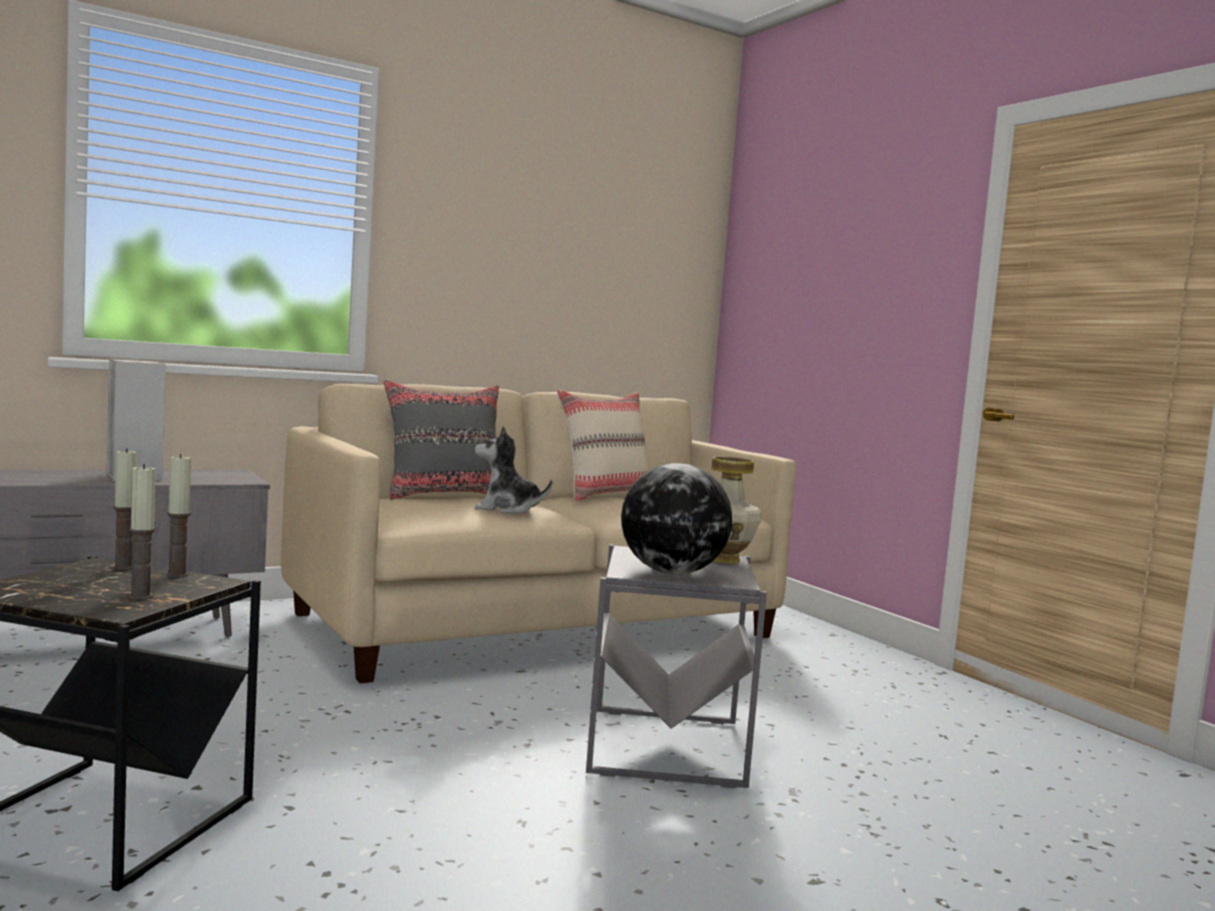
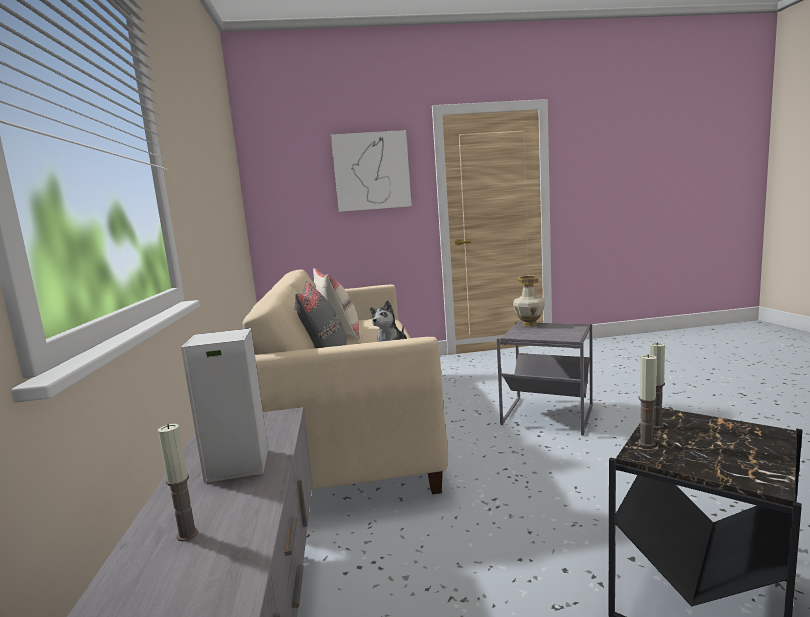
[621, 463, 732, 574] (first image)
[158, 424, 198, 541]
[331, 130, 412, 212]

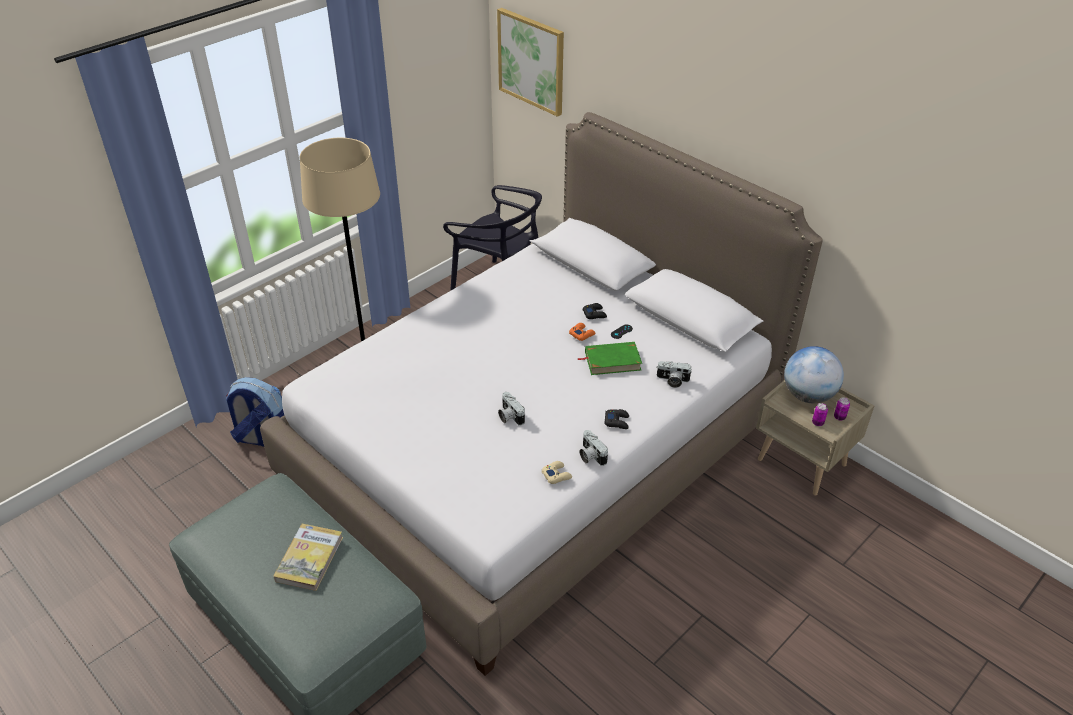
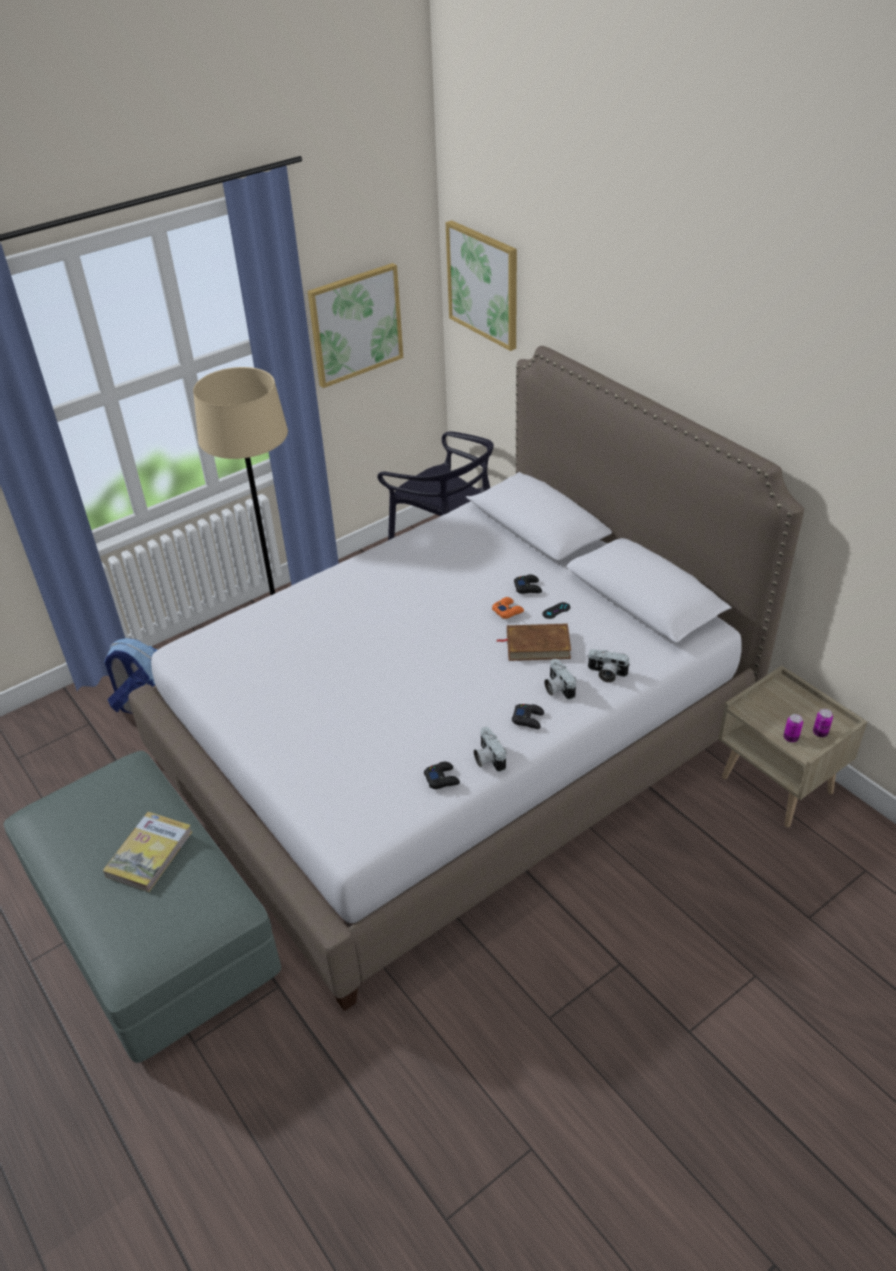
[496, 624, 571, 661]
[784, 346, 844, 404] (first image)
[544, 659, 576, 700]
[424, 762, 460, 789]
[307, 263, 403, 388]

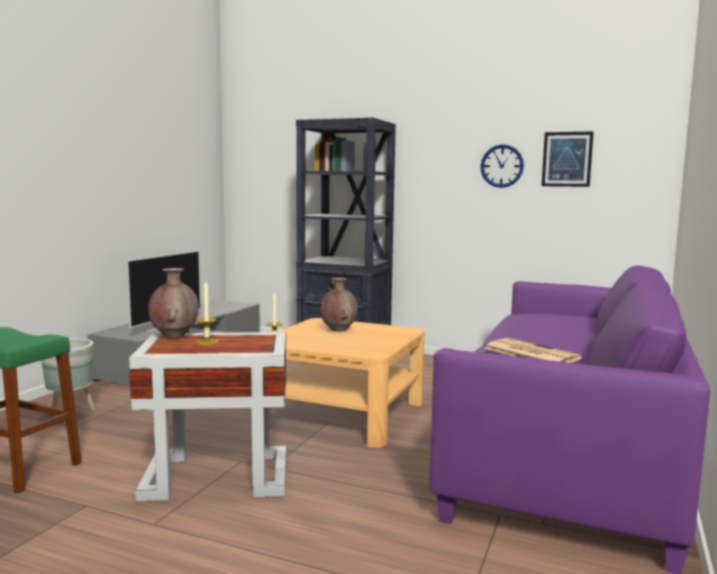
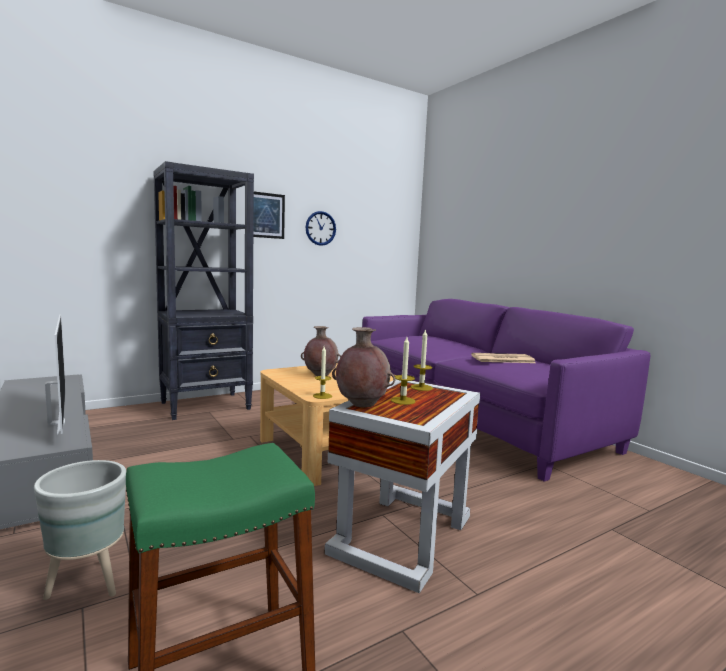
[253, 192, 285, 239]
[411, 329, 433, 391]

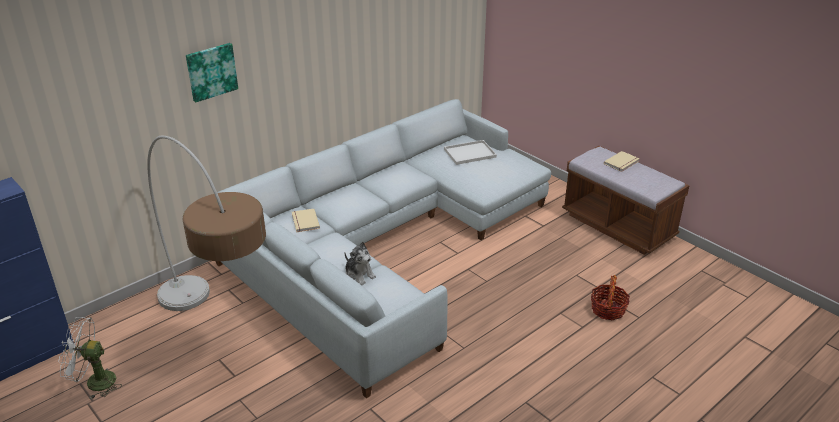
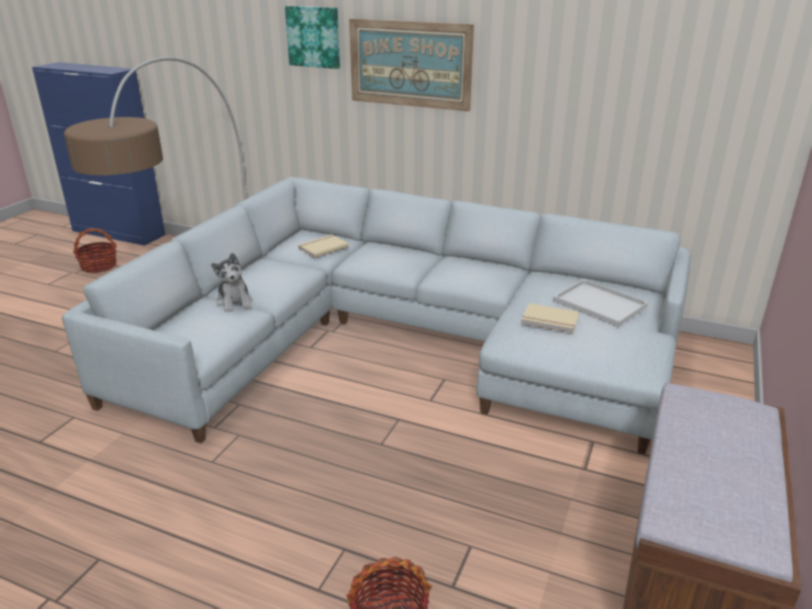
[521, 303, 579, 333]
[211, 253, 252, 313]
[73, 228, 117, 273]
[349, 19, 474, 111]

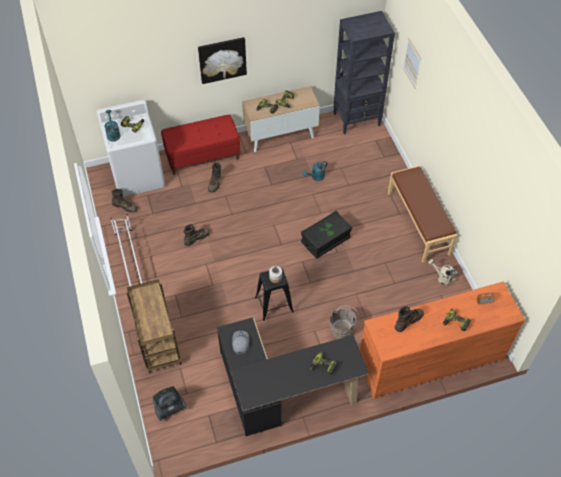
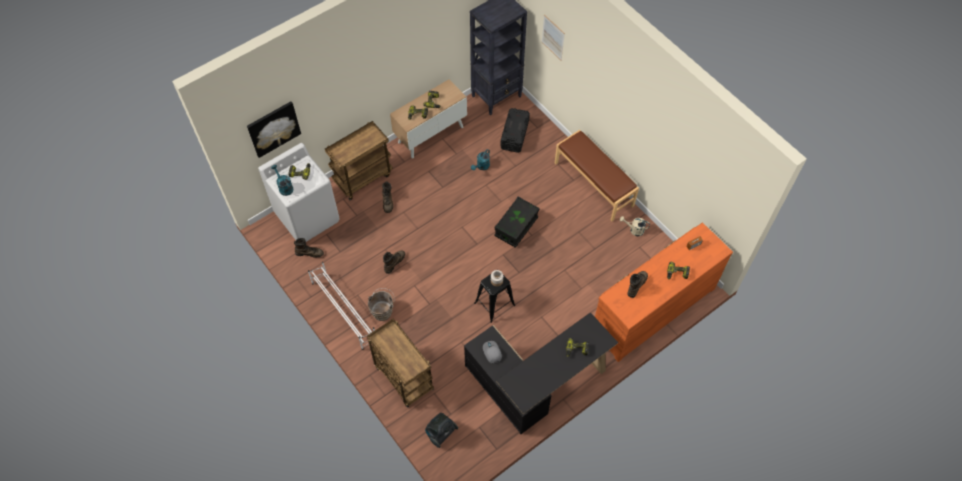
[247, 101, 301, 158]
[325, 121, 393, 200]
[368, 288, 395, 321]
[500, 108, 530, 153]

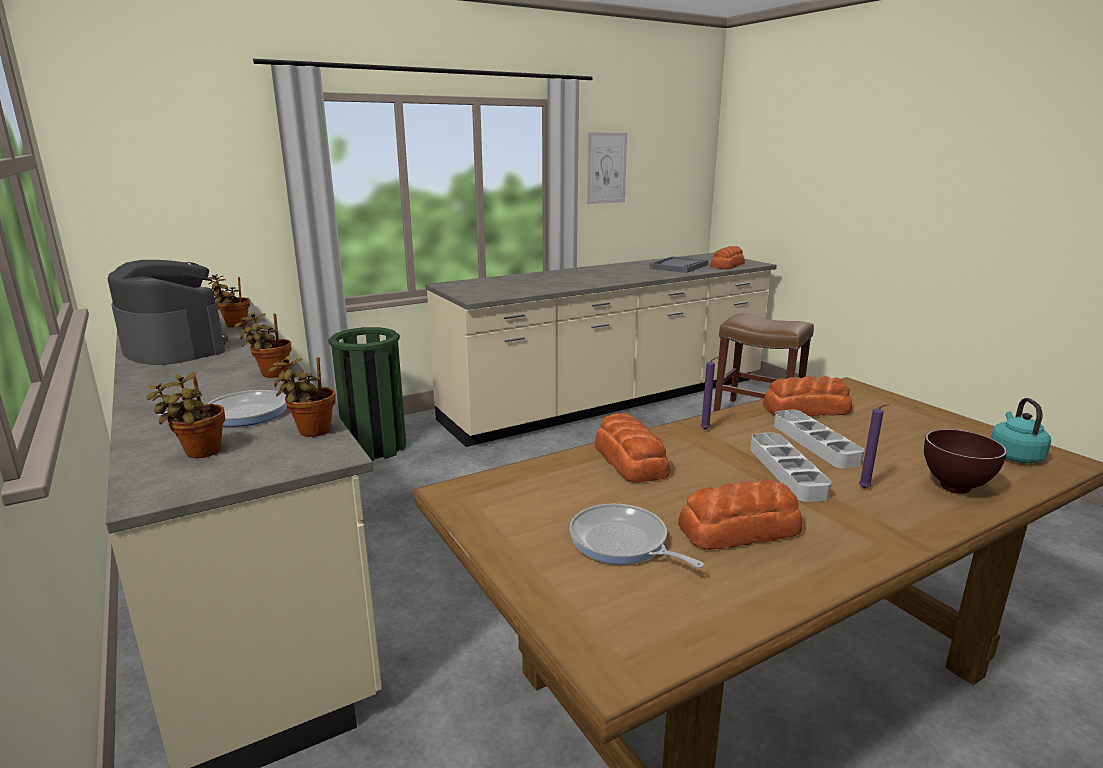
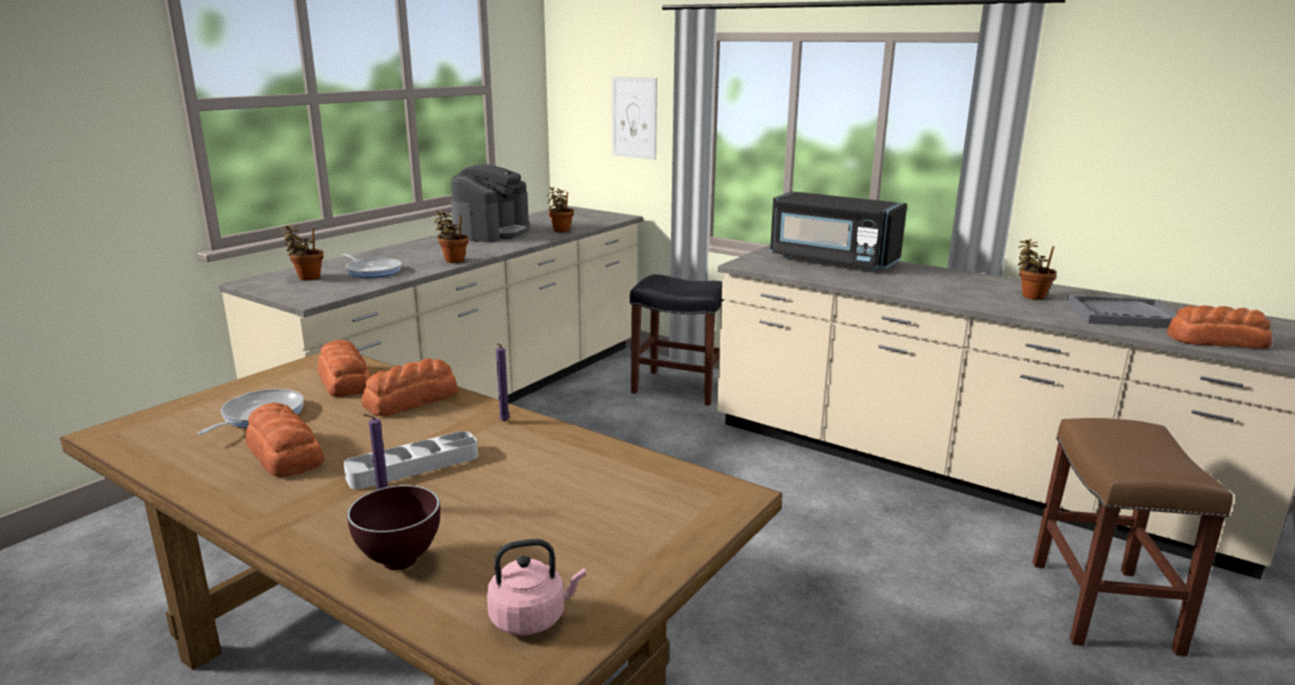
[612, 76, 657, 160]
[630, 274, 724, 405]
[1018, 239, 1057, 300]
[317, 340, 371, 397]
[487, 539, 586, 635]
[774, 410, 864, 469] (first image)
[770, 191, 907, 271]

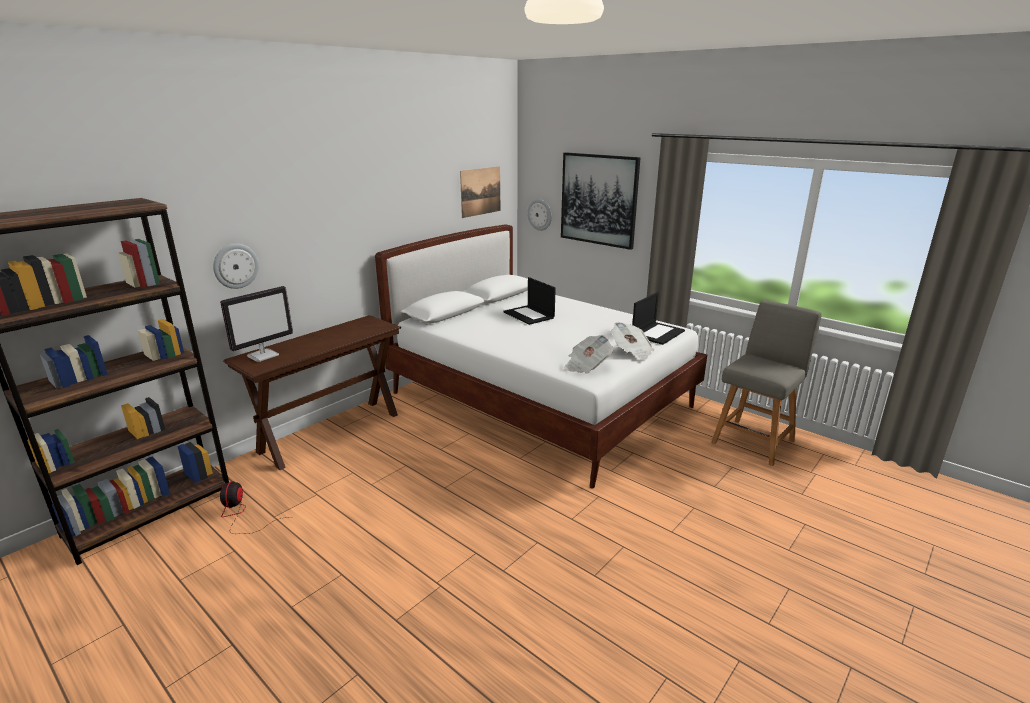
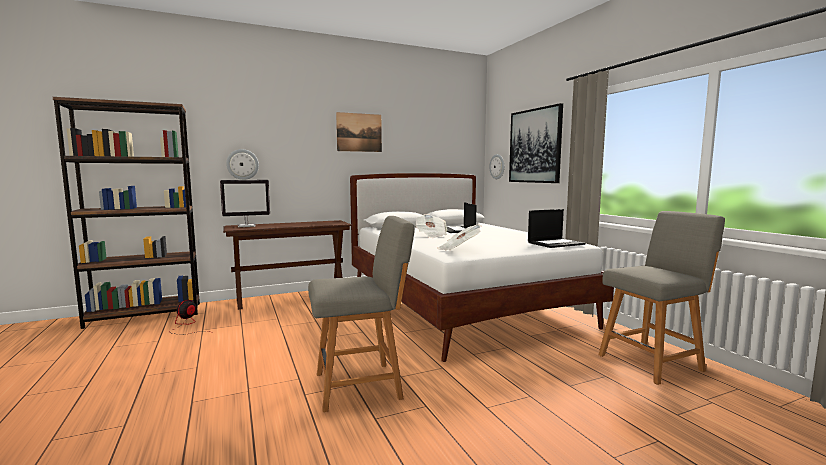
[336, 112, 382, 152]
[415, 214, 447, 238]
[308, 216, 415, 412]

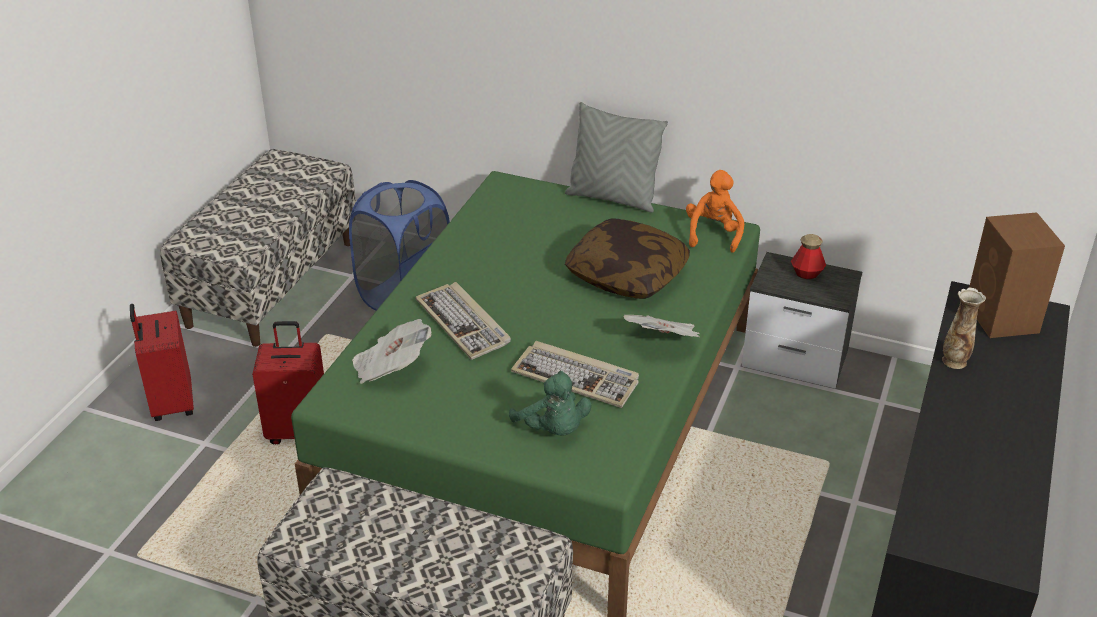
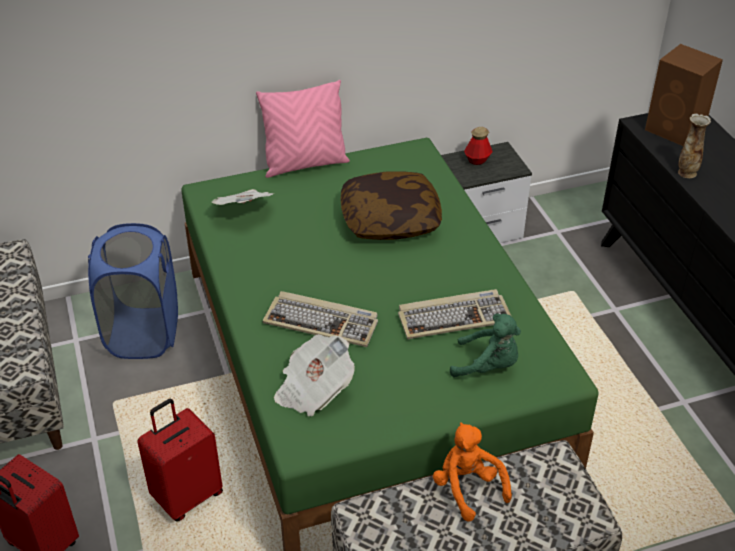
[256, 80, 350, 178]
[433, 422, 512, 522]
[212, 189, 274, 205]

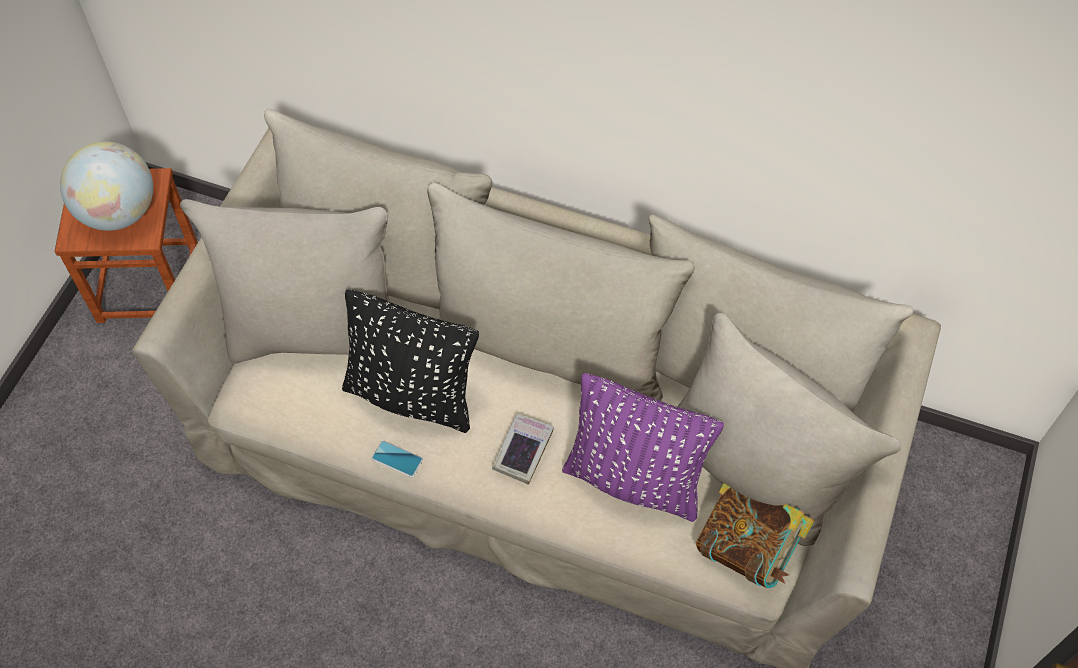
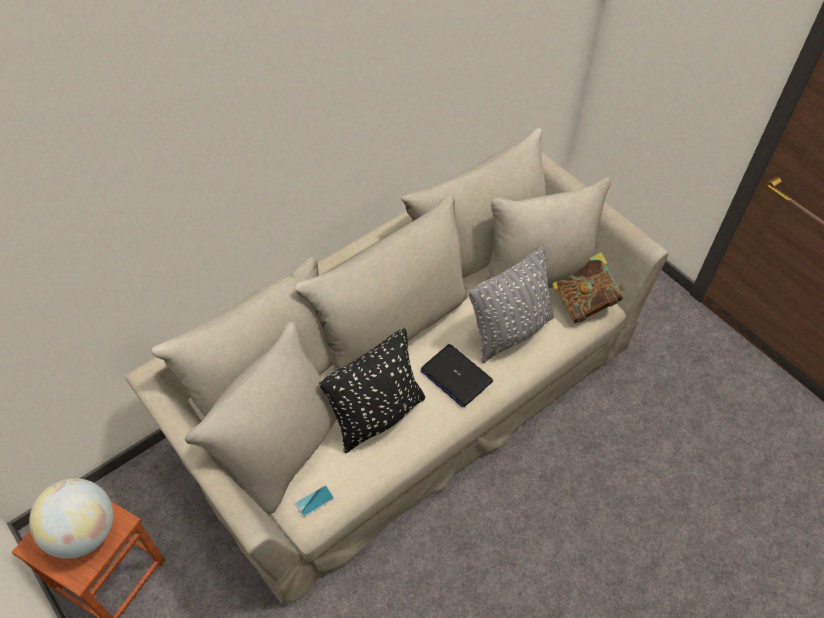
[469, 246, 554, 363]
[421, 344, 493, 407]
[295, 485, 334, 517]

